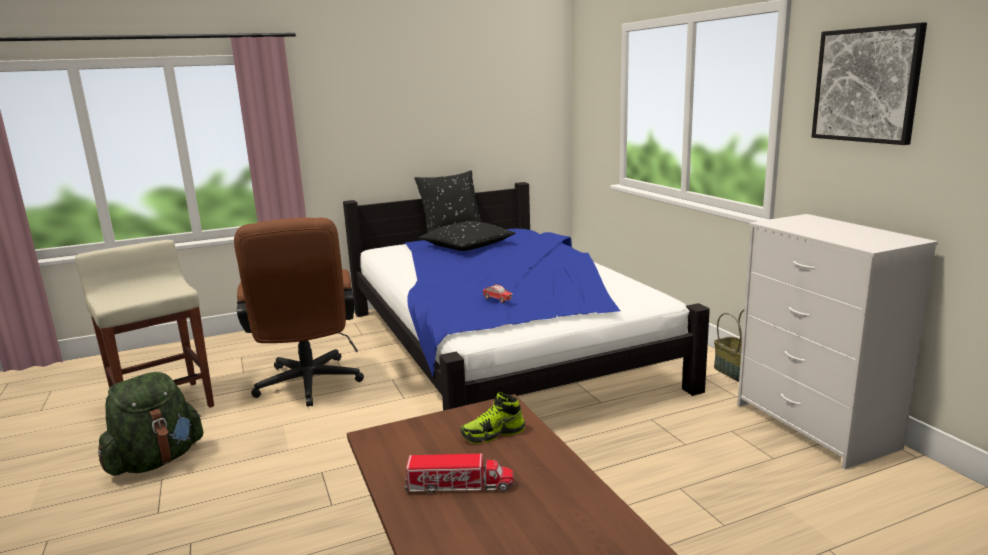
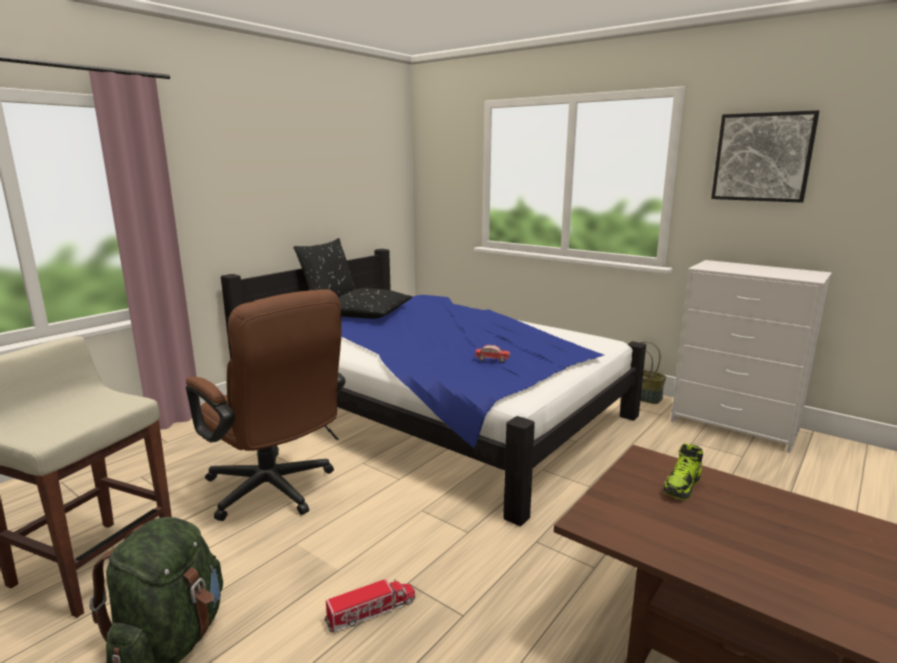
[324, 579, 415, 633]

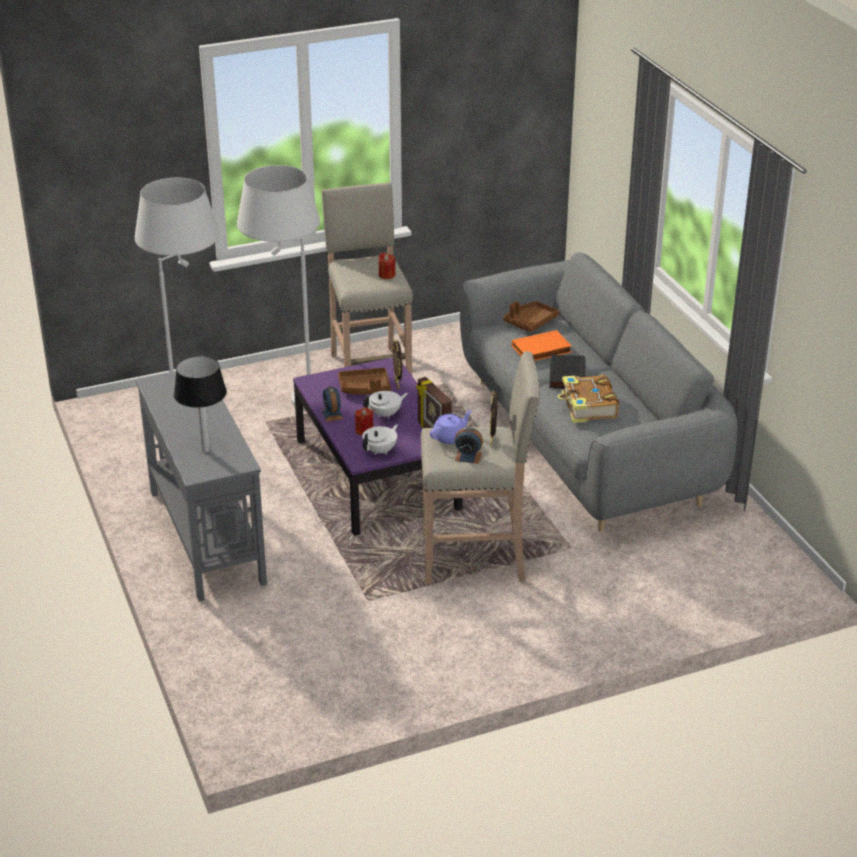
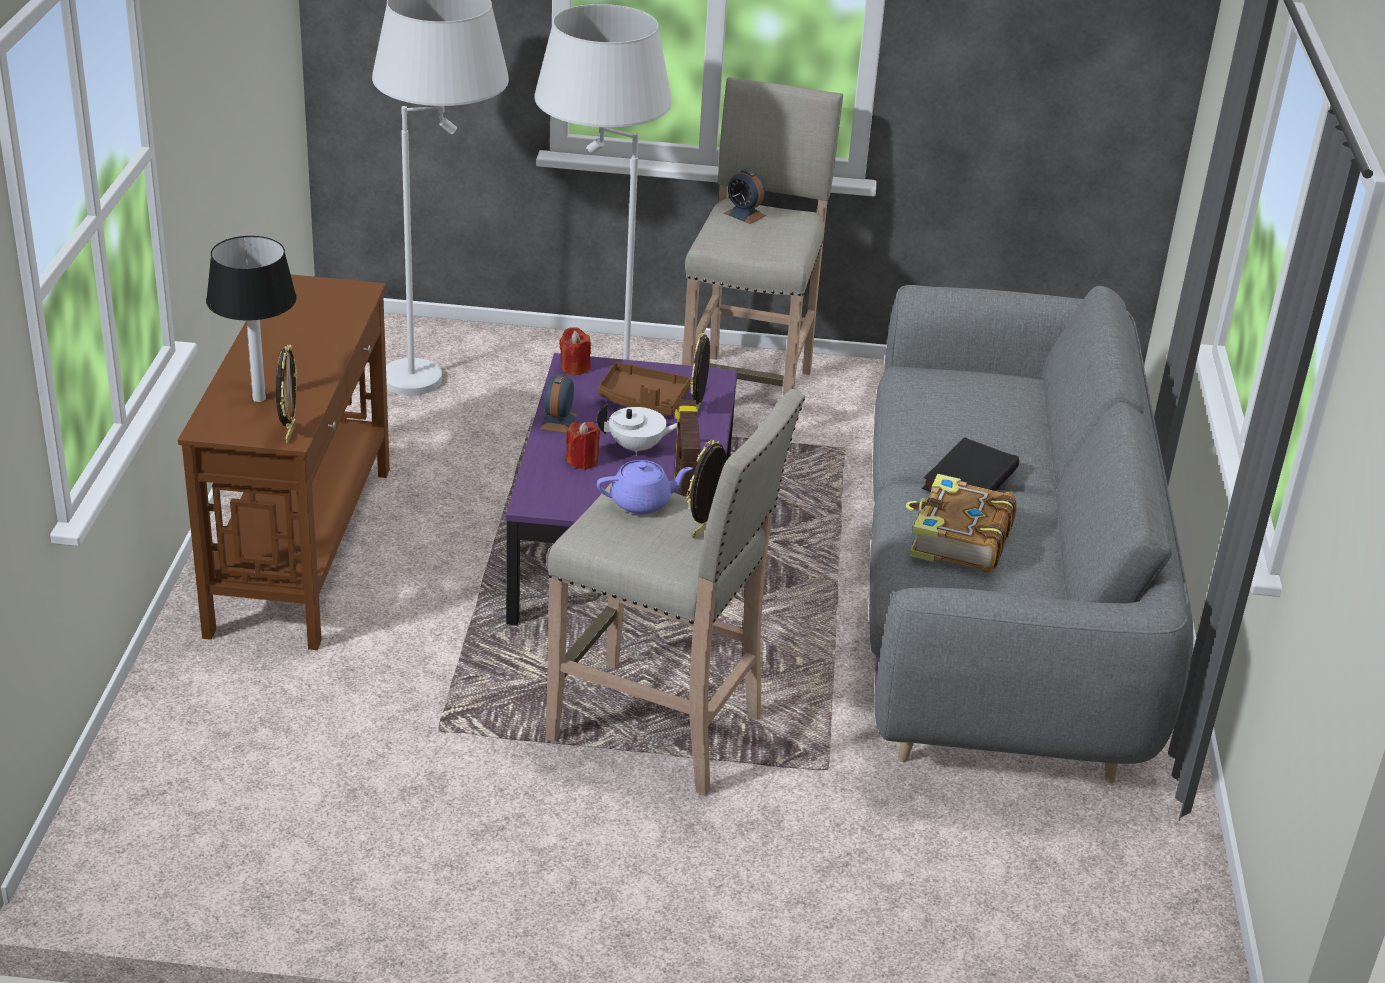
[559, 327, 591, 375]
[503, 301, 559, 332] (first image)
[512, 330, 572, 361] (first image)
[178, 274, 390, 650]
[362, 424, 398, 455] (first image)
[724, 169, 766, 224]
[276, 345, 297, 443]

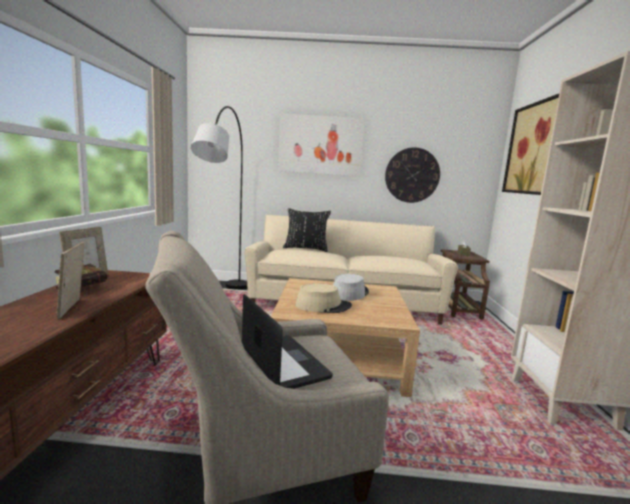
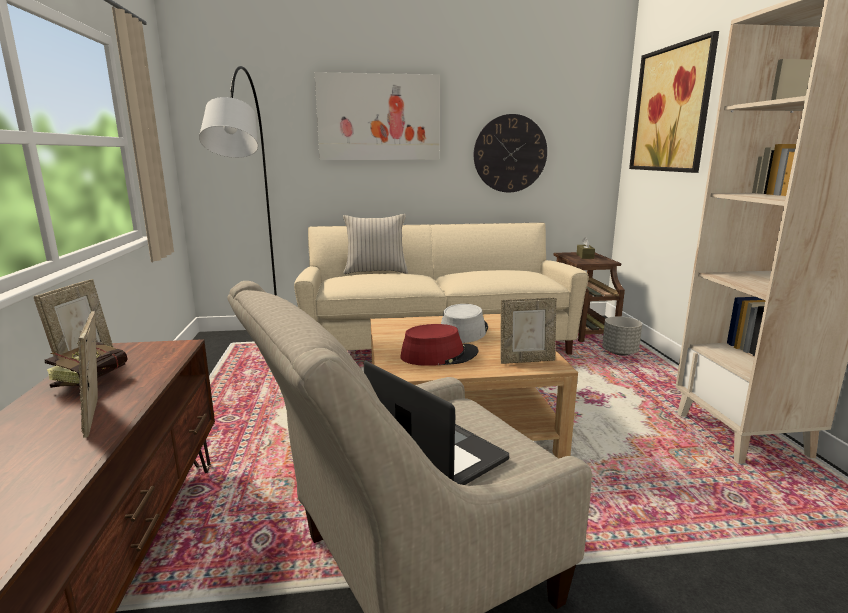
[343, 214, 408, 274]
[401, 324, 479, 366]
[501, 297, 557, 364]
[602, 316, 642, 355]

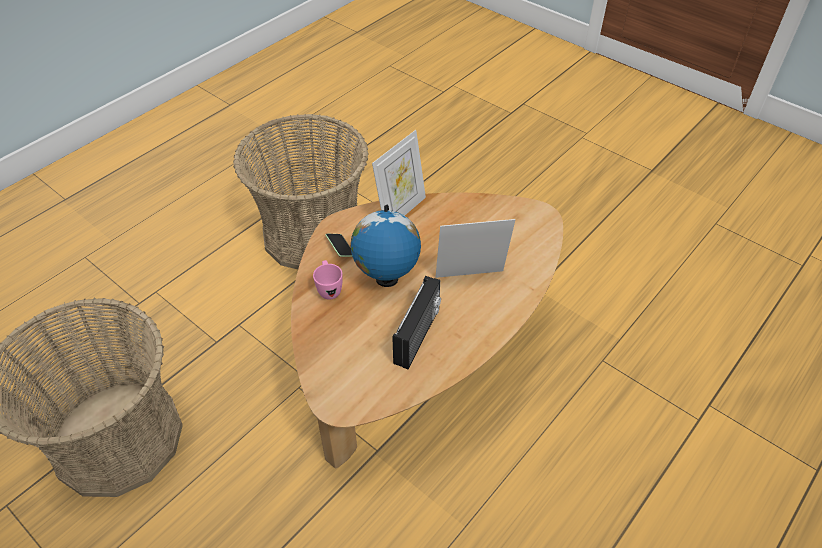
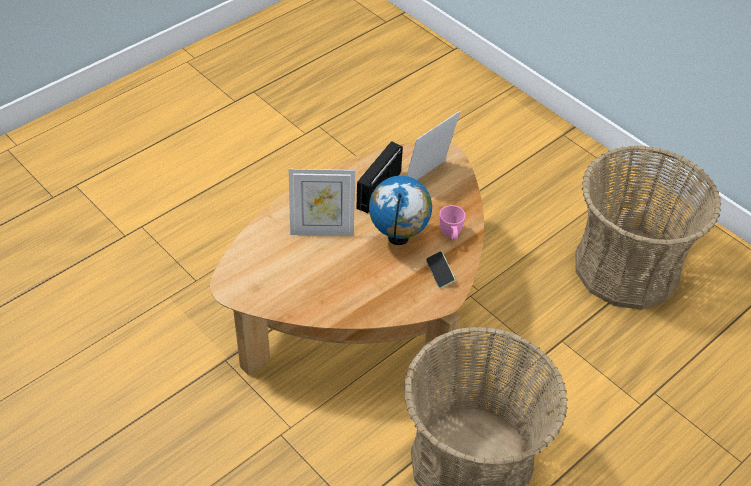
[406, 111, 461, 180]

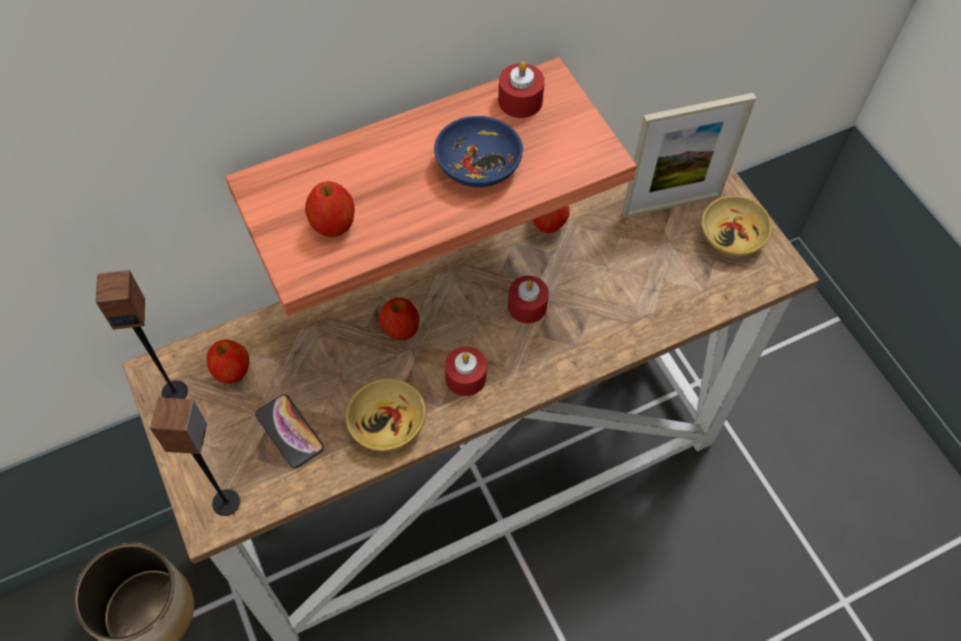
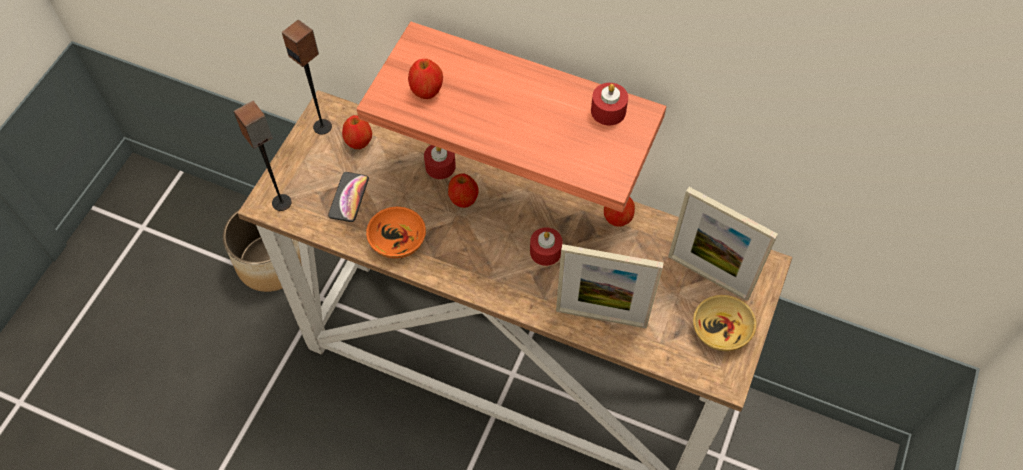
[434, 116, 523, 187] (first image)
[424, 145, 456, 179]
[366, 207, 426, 258]
[556, 244, 664, 328]

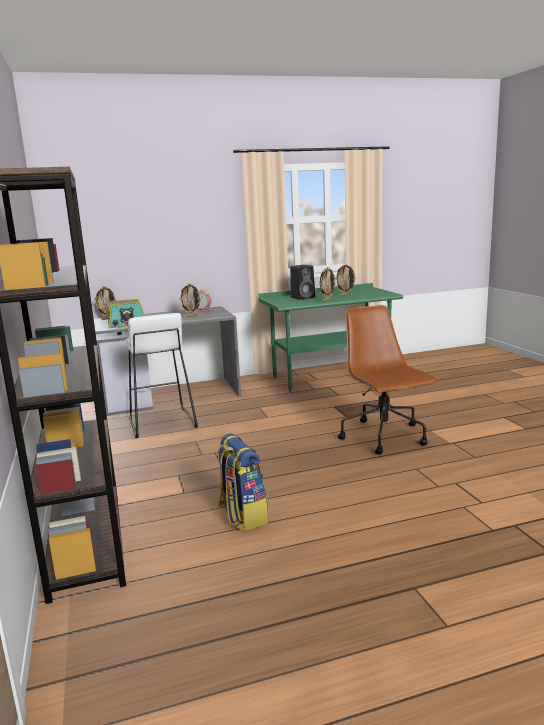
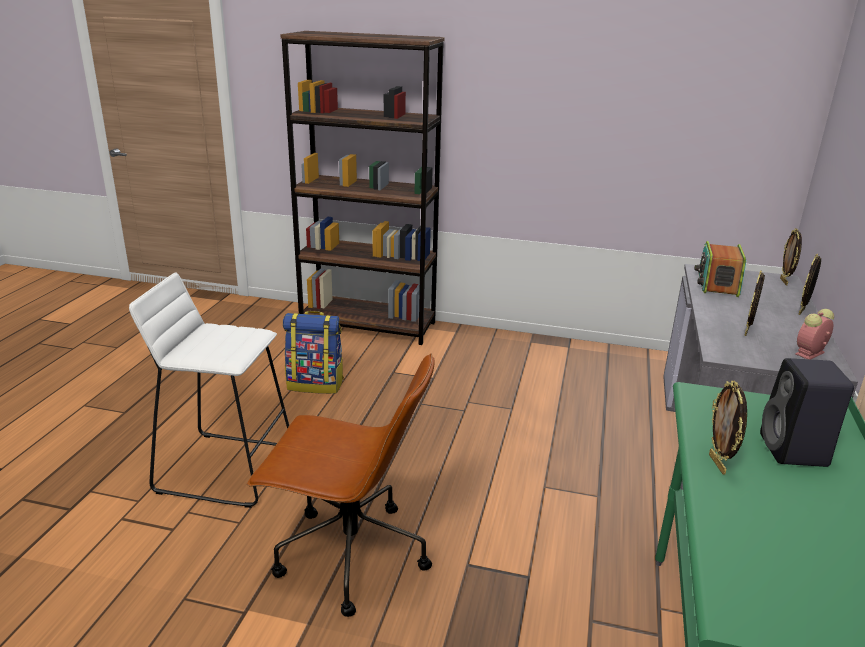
[798, 254, 821, 315]
[129, 273, 289, 508]

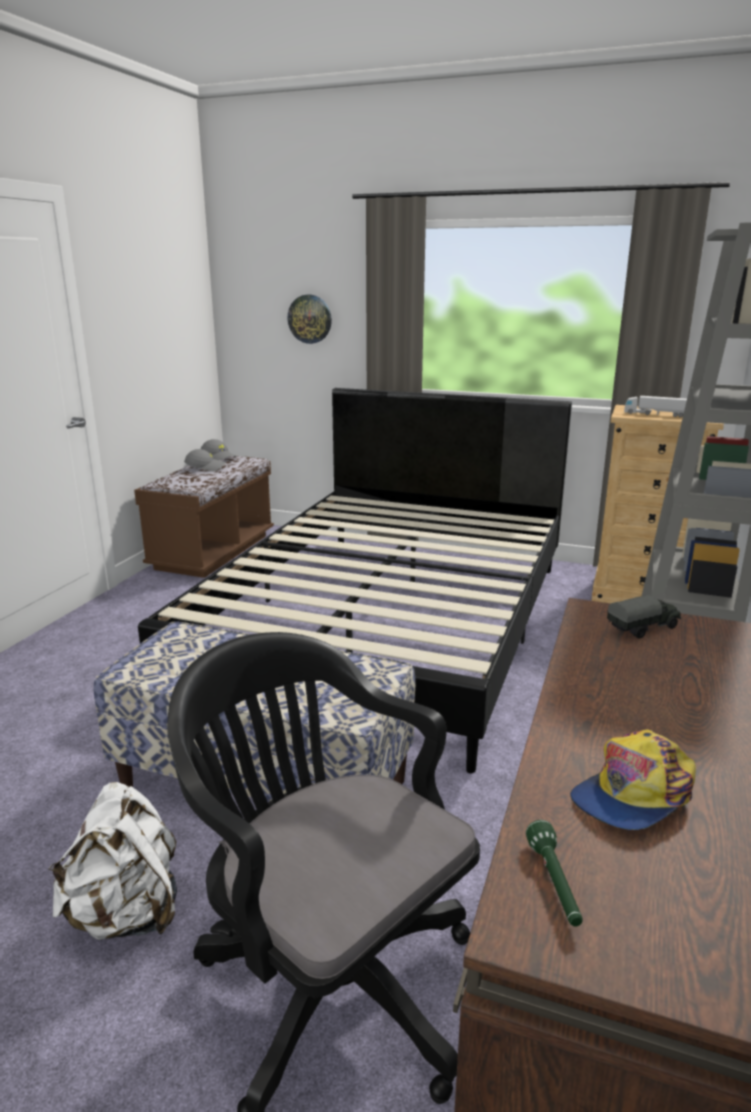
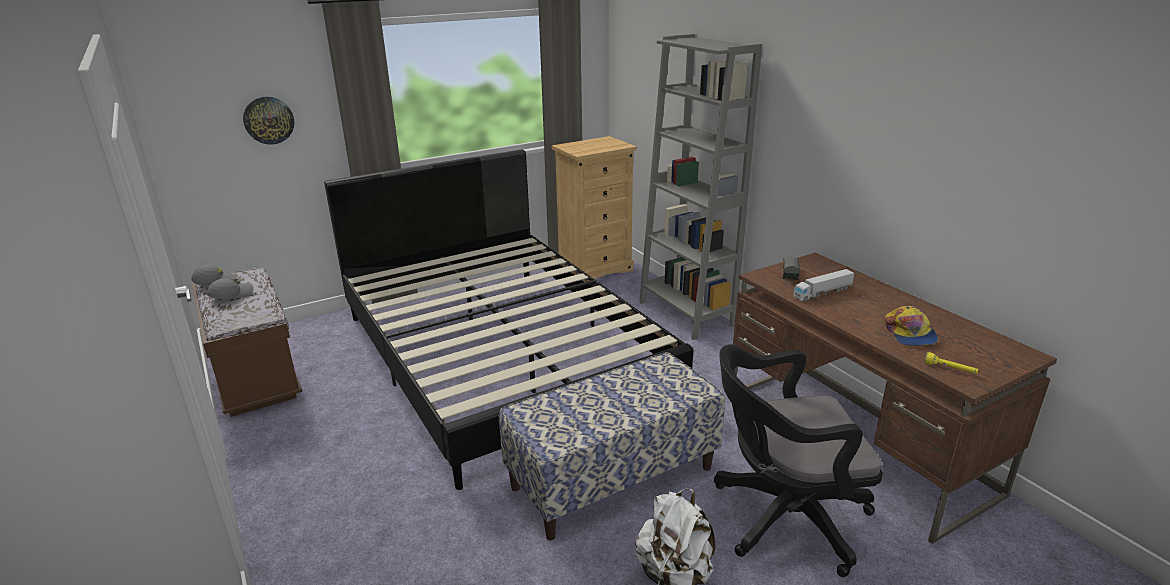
[793, 269, 854, 301]
[924, 352, 978, 374]

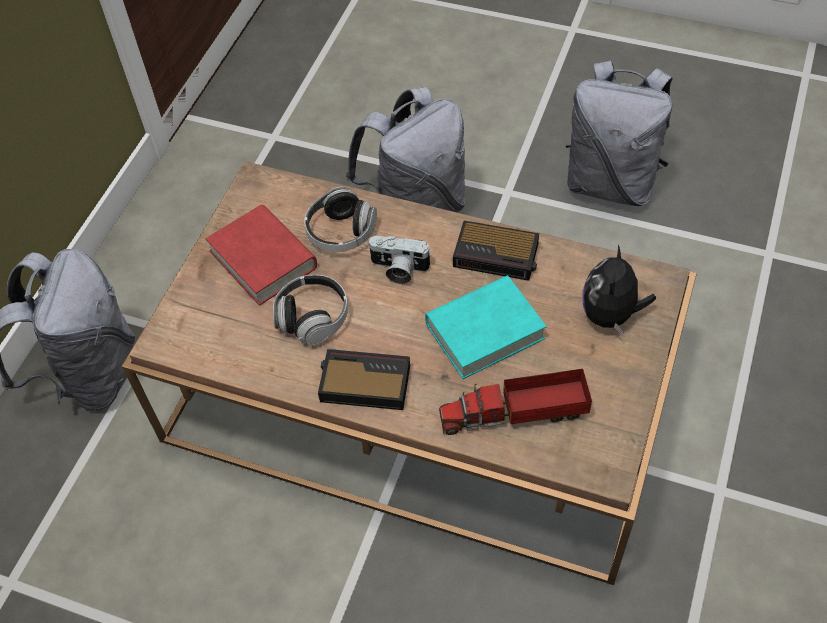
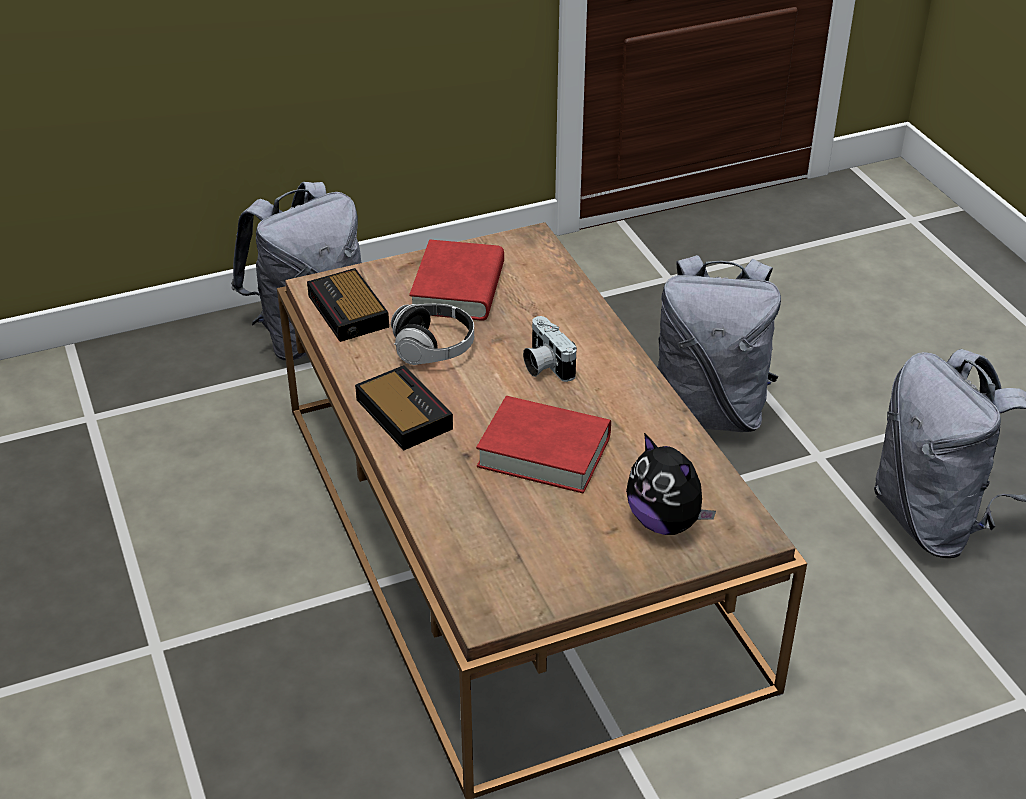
[304, 187, 377, 252] (first image)
[307, 268, 389, 342]
[626, 433, 716, 535]
[476, 396, 611, 493]
[439, 369, 592, 435] (first image)

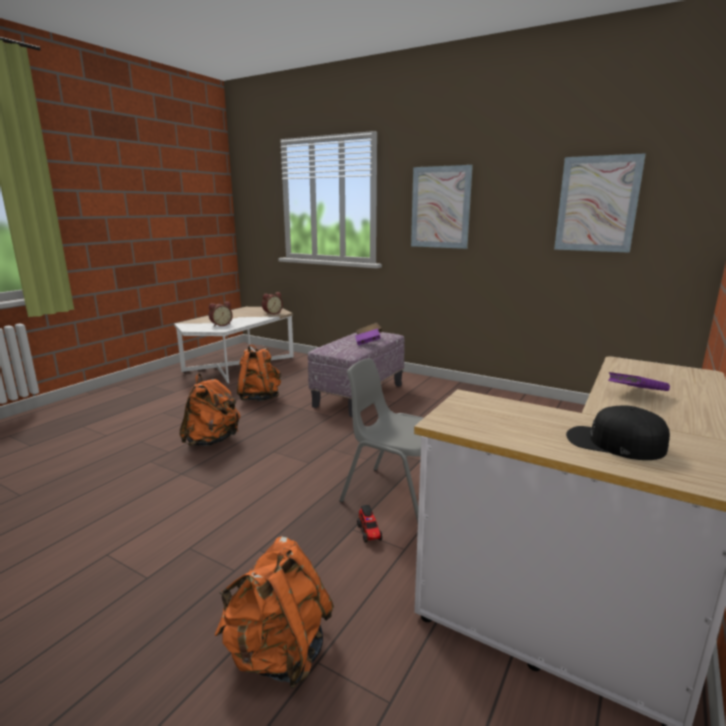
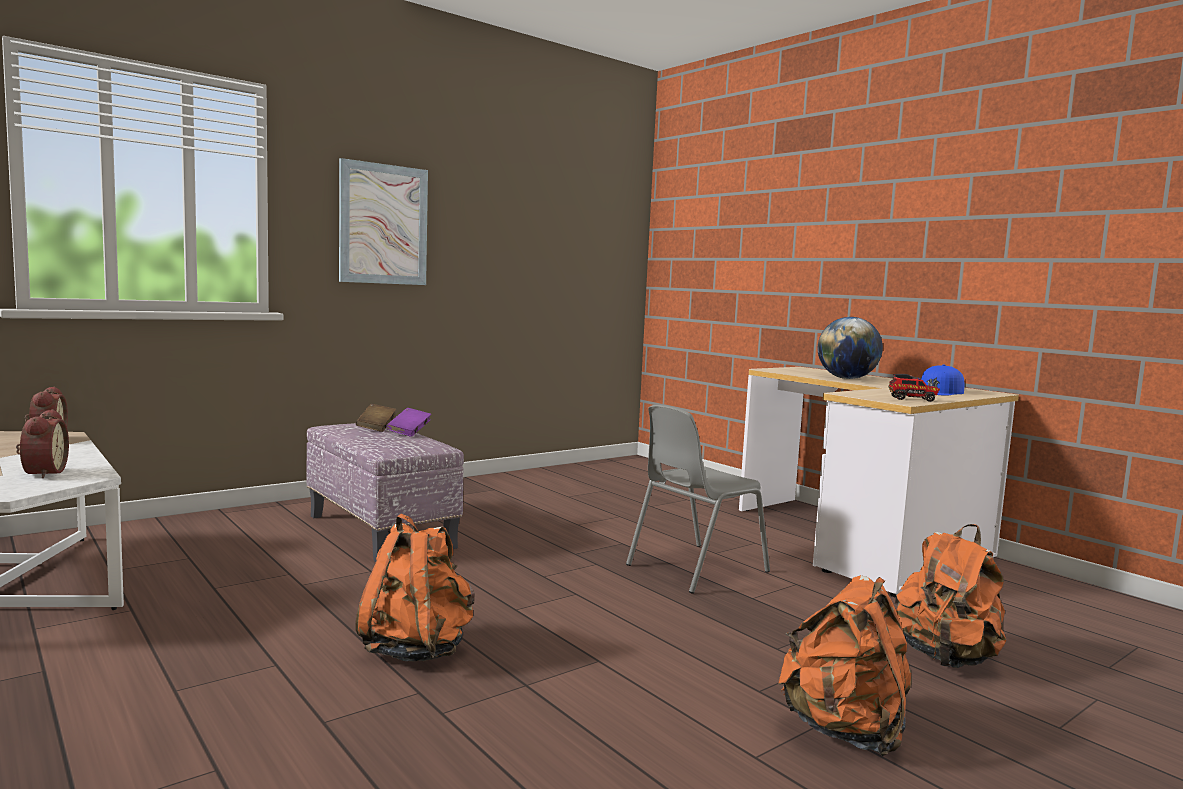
[554, 153, 646, 253] (first image)
[779, 575, 912, 756]
[818, 317, 883, 379]
[921, 364, 964, 396]
[888, 374, 940, 402]

